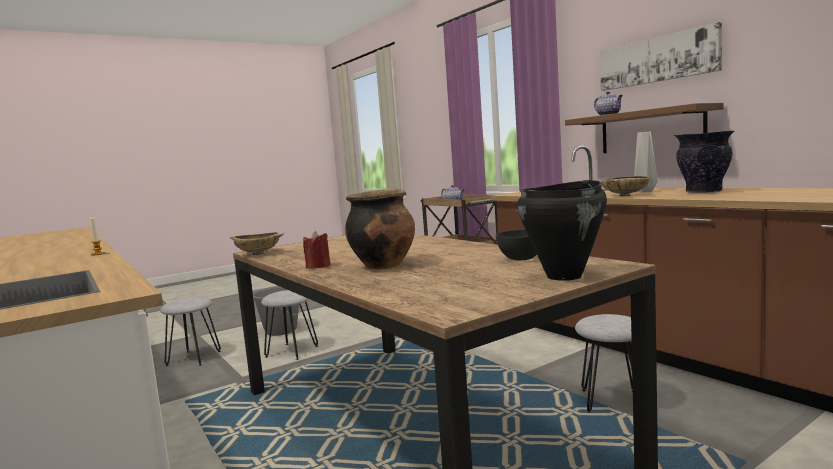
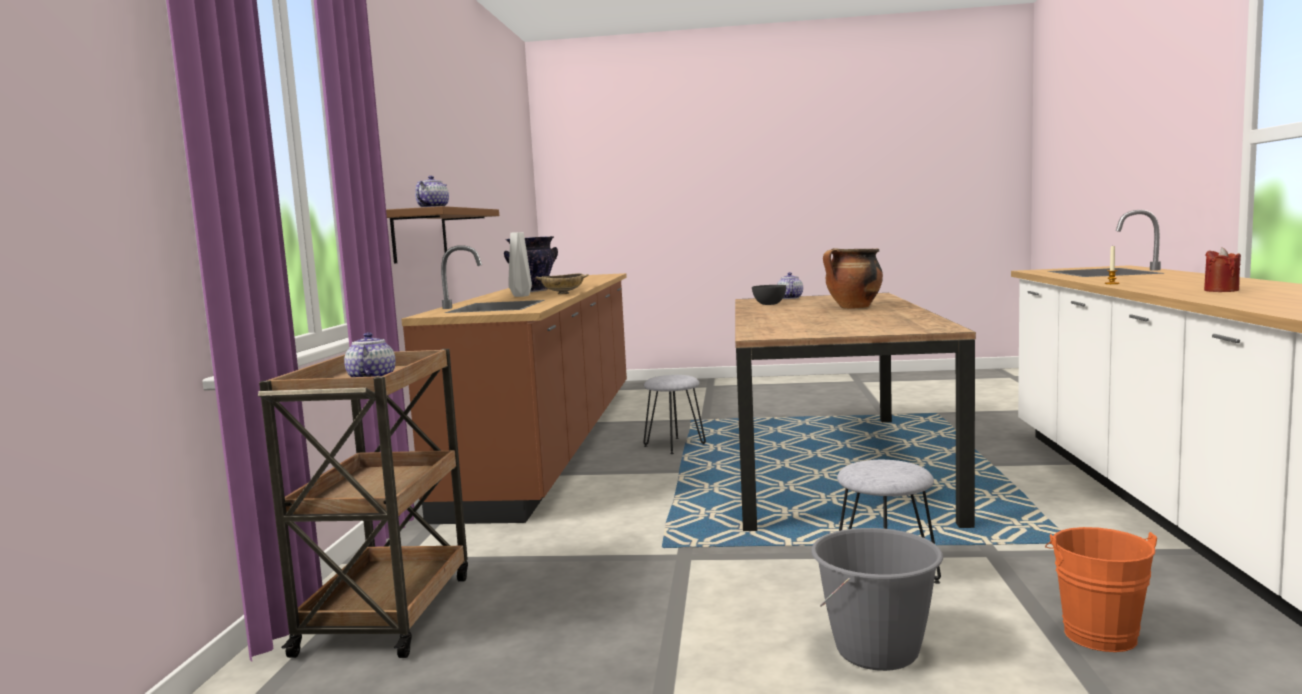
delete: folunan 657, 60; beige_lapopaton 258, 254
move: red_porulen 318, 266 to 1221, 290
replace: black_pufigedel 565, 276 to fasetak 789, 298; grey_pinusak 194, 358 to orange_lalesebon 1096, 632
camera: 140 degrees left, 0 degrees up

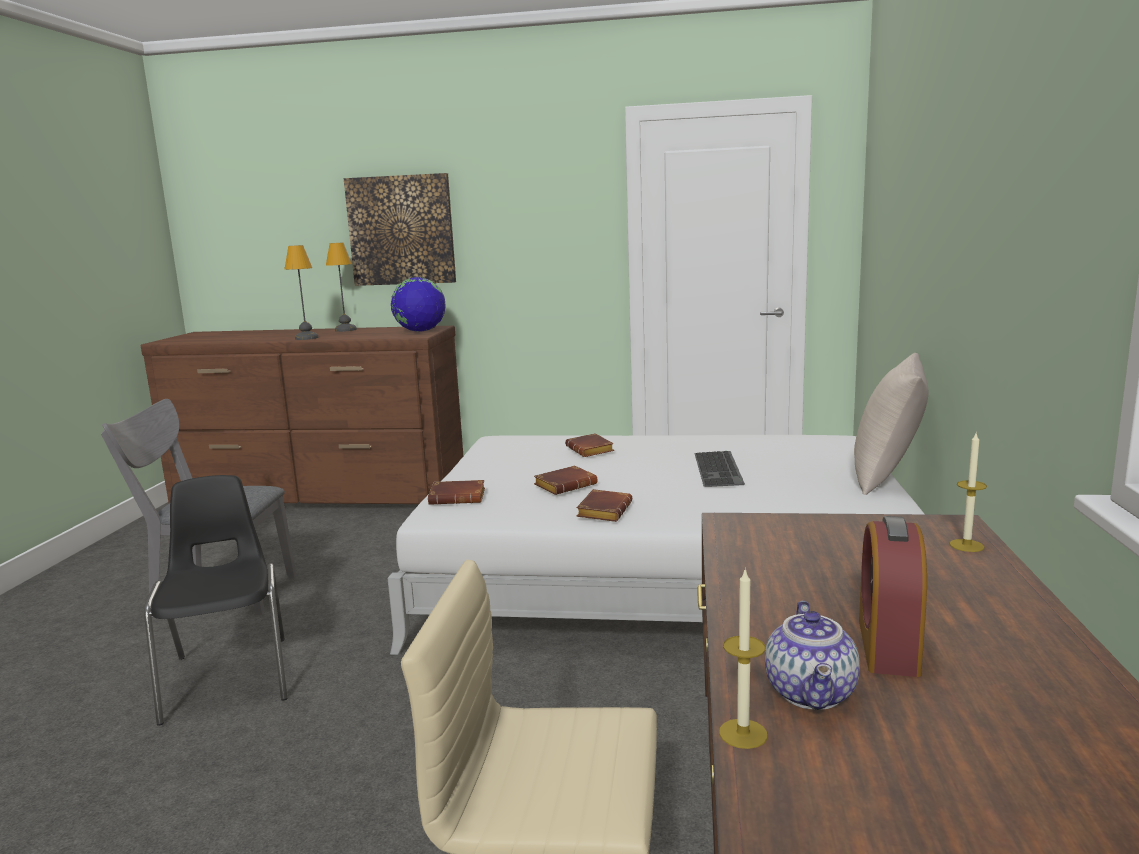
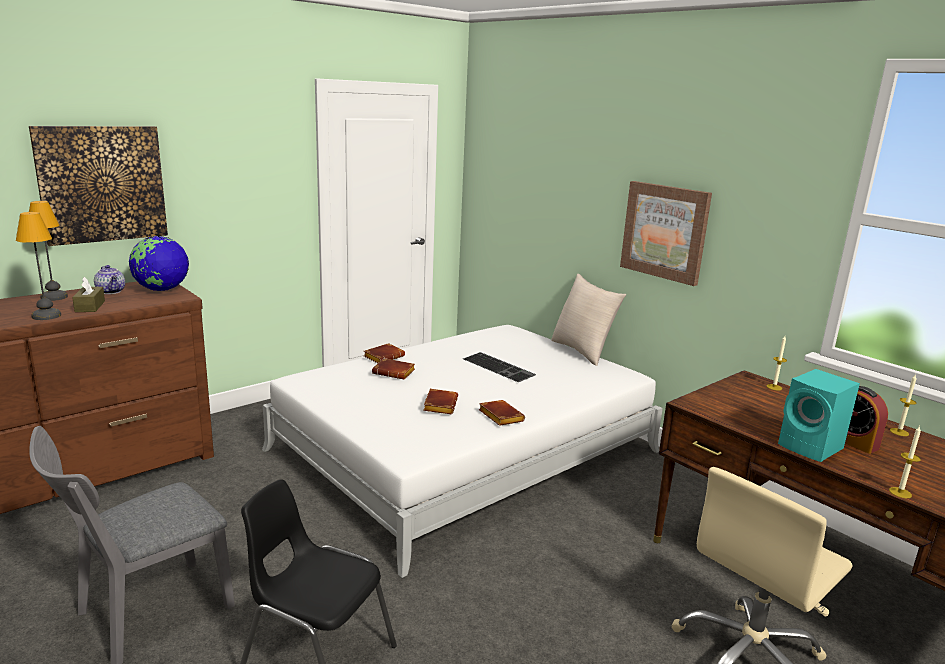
insert: folunan 665, 231; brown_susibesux 90, 306; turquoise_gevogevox 812, 448; porulen 899, 432
move: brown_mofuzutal 459, 497 to 384, 356; fasetak 813, 694 to 111, 291
camera: 50 degrees left, 5 degrees up

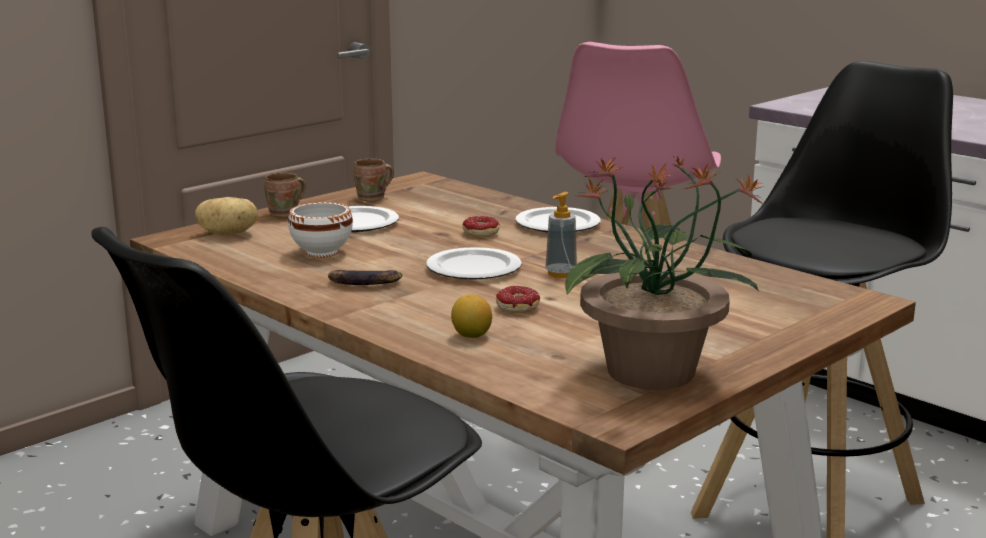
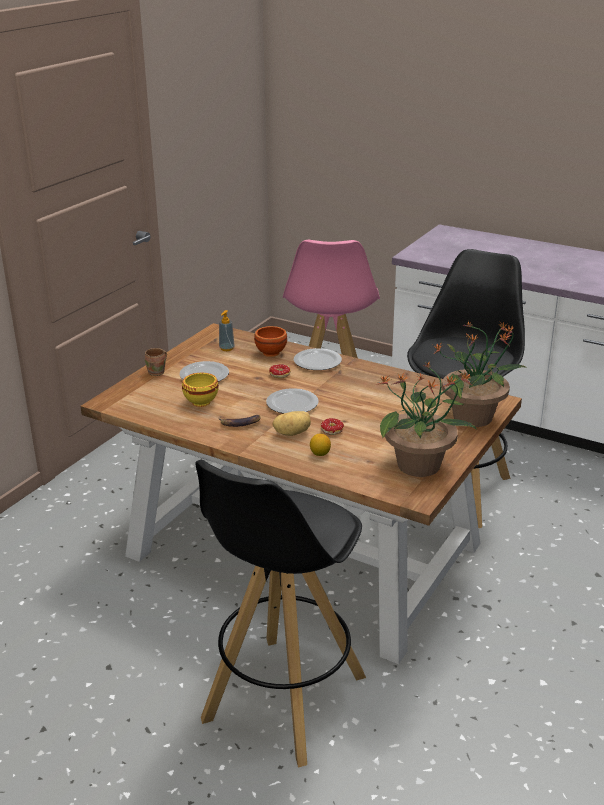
delete: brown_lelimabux 373, 198
insert: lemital 474, 417; brown_lapopaton 270, 352
move: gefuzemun 560, 273 to 226, 348; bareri 228, 233 to 292, 433
recolor: white_lapopaton 323, 253 to yellow_lapopaton 202, 402
camera: 15 degrees left, 10 degrees up

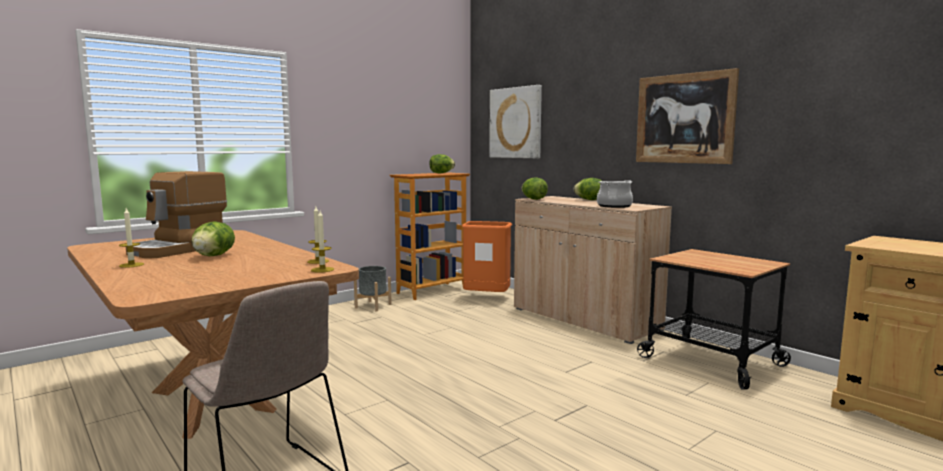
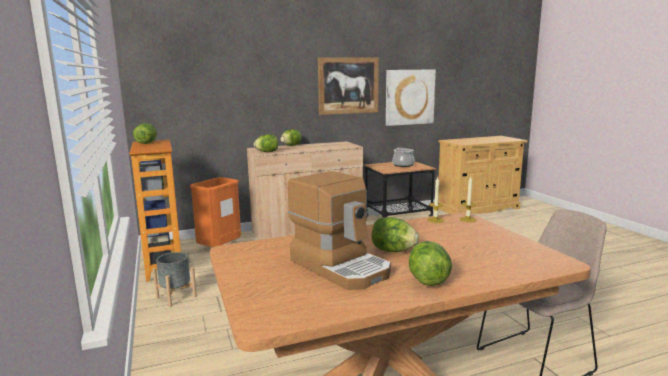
move: folunan 515, 123 to 409, 97; pufigedel 614, 206 to 403, 165
replace: porulen 131, 265 to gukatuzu 428, 280
camera: 70 degrees left, 5 degrees up

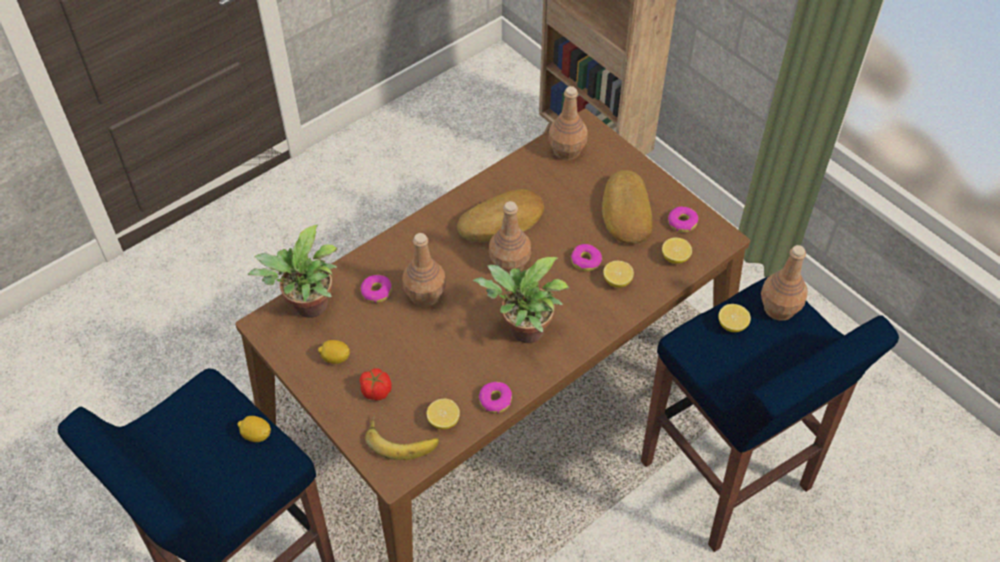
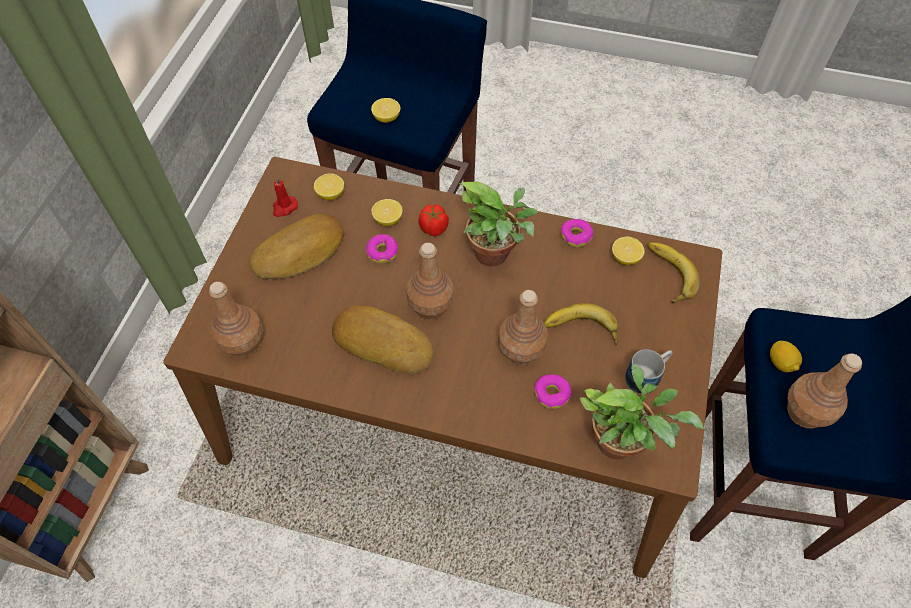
insert: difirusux 581, 331
move: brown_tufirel 778, 308 to 805, 412; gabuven 376, 391 to 433, 228
replace: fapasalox 682, 222 to red_porulen 284, 207; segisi 335, 358 to lelimabux 647, 376
camera: 125 degrees left, 5 degrees up

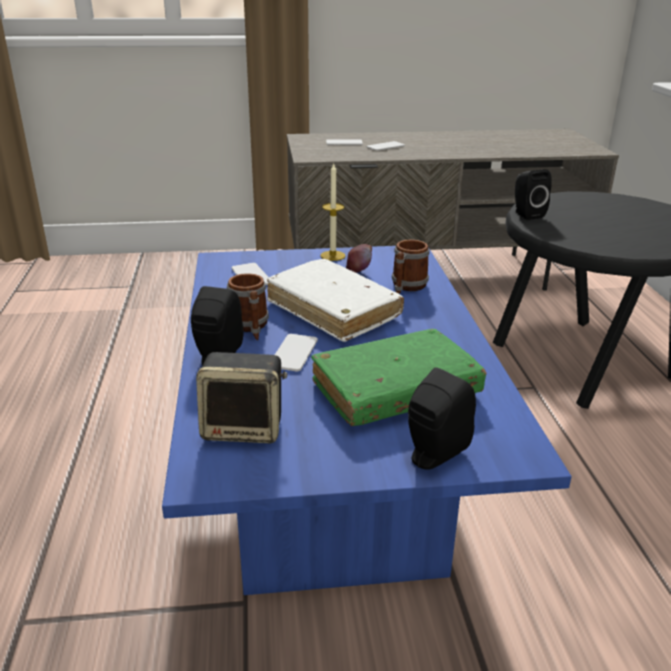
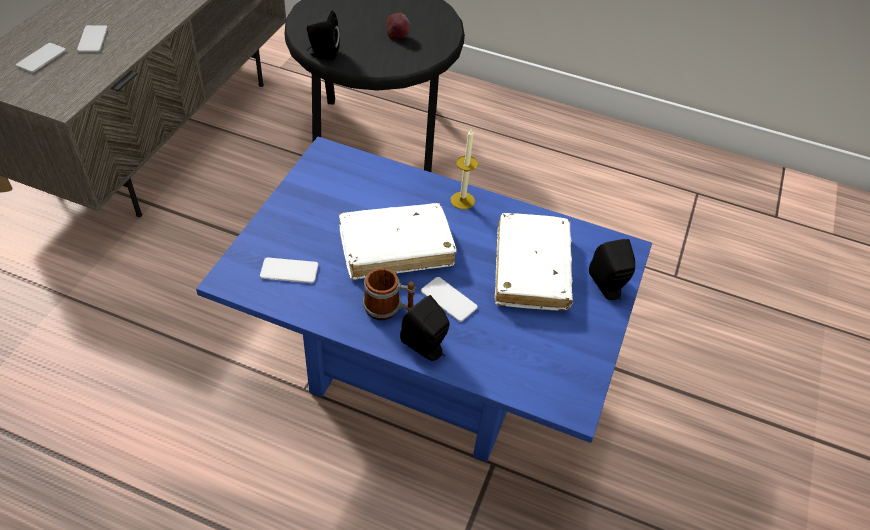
delete: lelimabux 406, 287; gevogevox 245, 428
move: porulen 332, 256 to 462, 200; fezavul 358, 271 to 398, 35
recolor: green_mofuzutal 395, 390 to white_mofuzutal 531, 269
camera: 65 degrees left, 20 degrees up

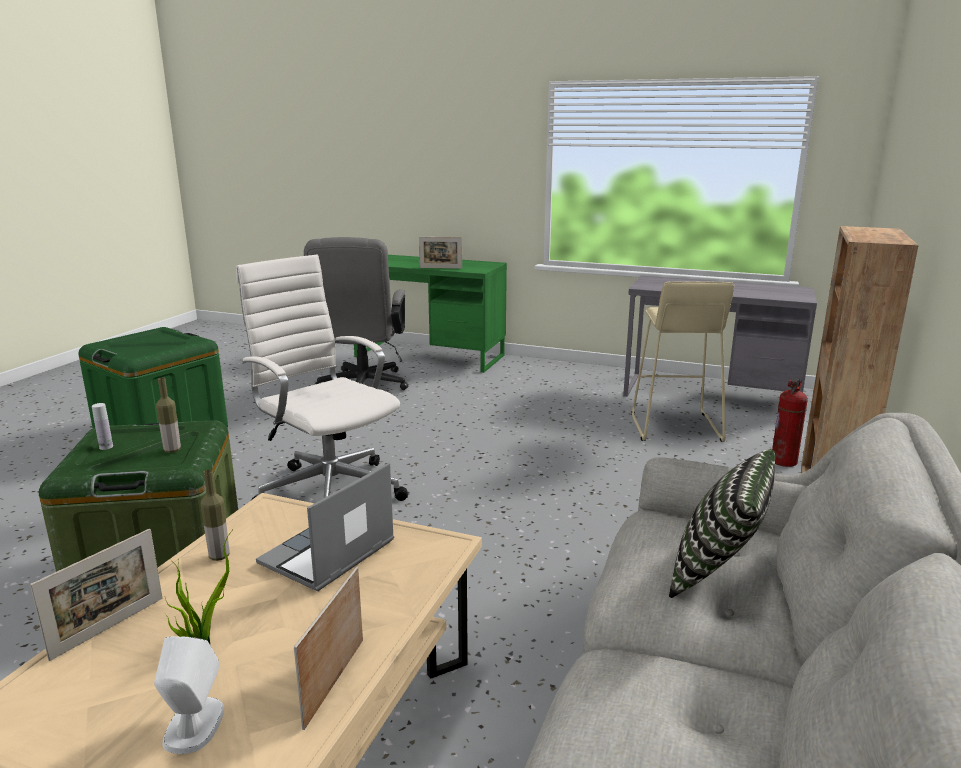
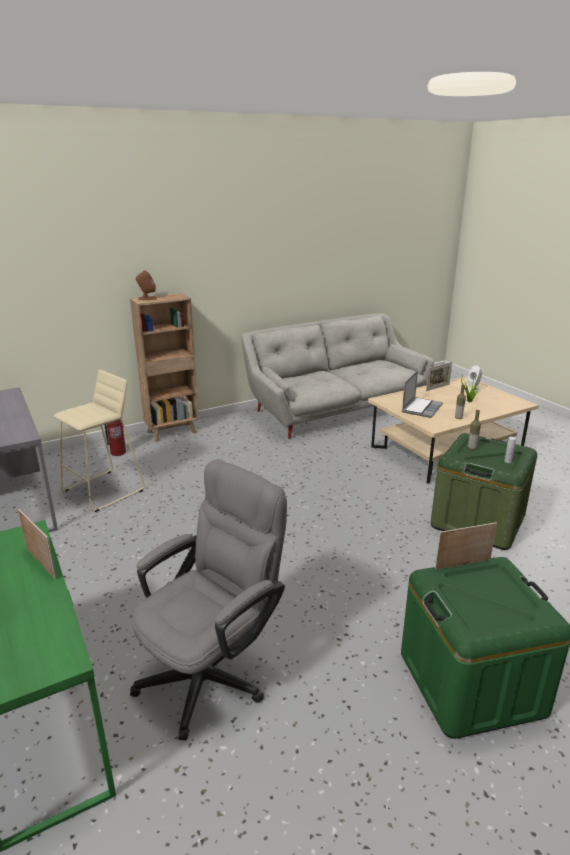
delete: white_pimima 329, 490; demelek 718, 571
insert: brown_gevogevox 147, 298
move: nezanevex 109, 627 to 463, 564
rotate: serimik 328, 554 = 421, 408 45 degrees counterclockwise
camera: 140 degrees left, 5 degrees up

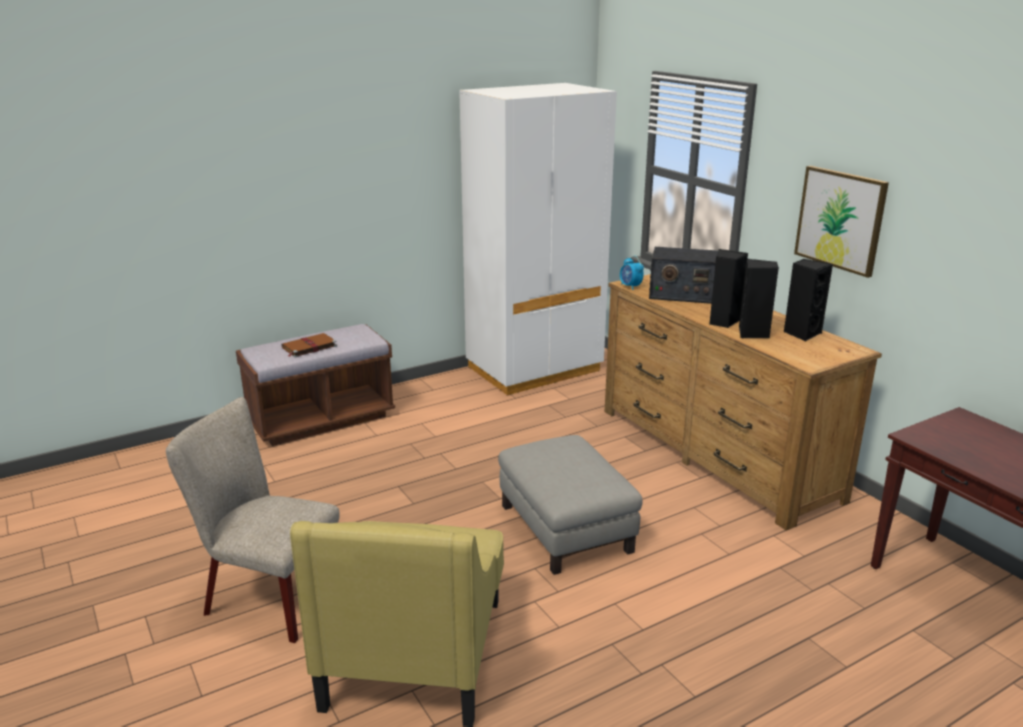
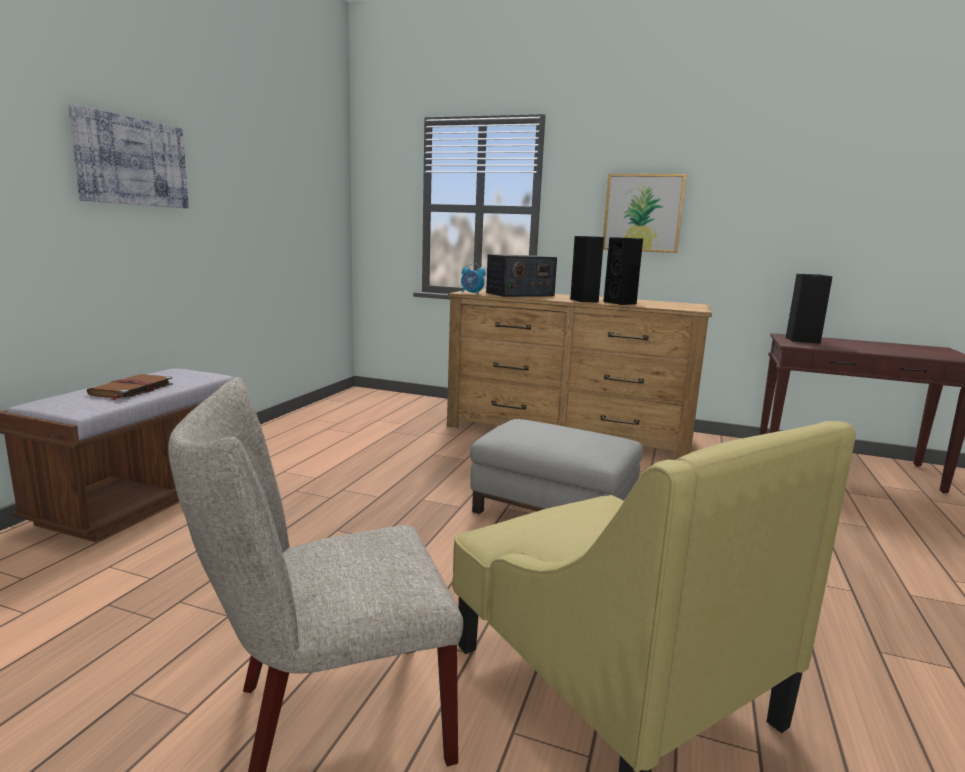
delete: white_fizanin 534, 369
insert: folunan 132, 161
move: black_gevogevox 801, 333 to 802, 340
camera: 40 degrees left, 10 degrees down

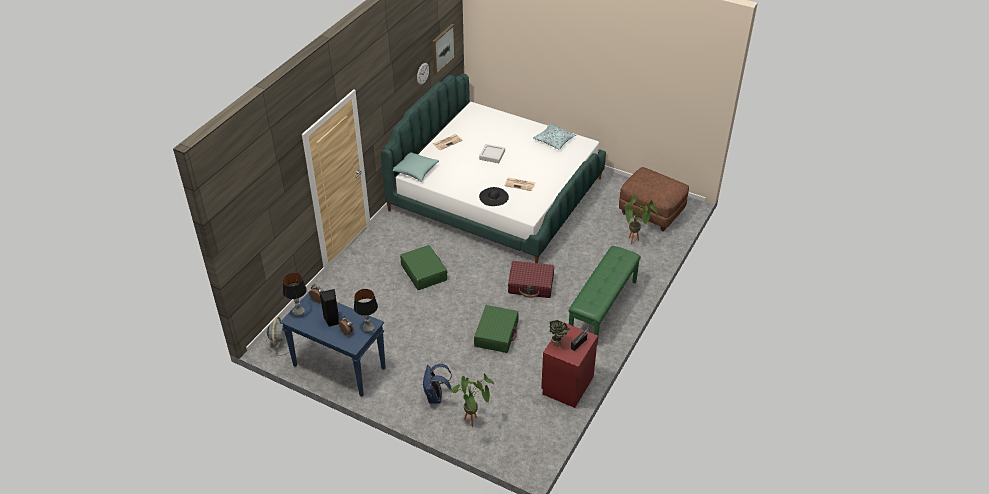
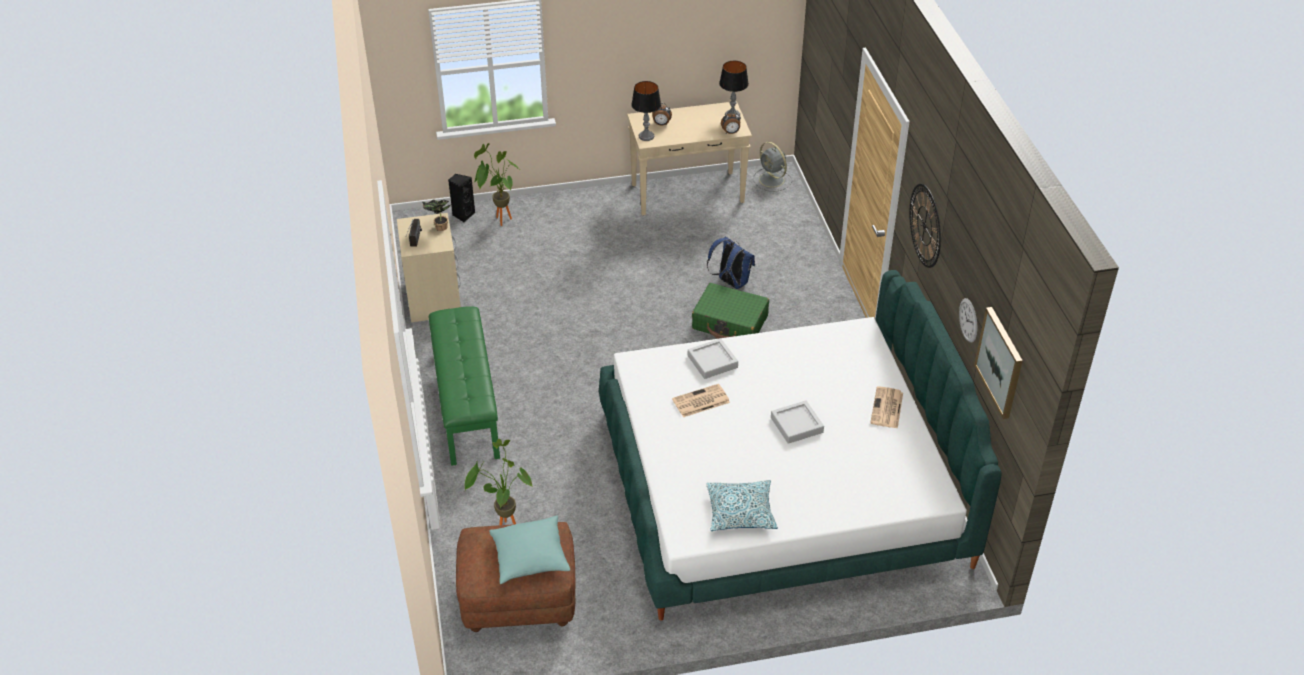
delete: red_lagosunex 531, 285; green_lagosunex 496, 334
insert: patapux 925, 225
move: turquoise_demelek 415, 171 to 530, 557; black_gevogevox 332, 320 to 463, 215; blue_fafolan 436, 397 to 731, 282
replace: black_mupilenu 493, 197 to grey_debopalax 712, 361
recolor: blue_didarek 338, 367 to beige_didarek 688, 193; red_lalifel 567, 385 to beige_lalifel 434, 299
camera: 140 degrees right, 0 degrees up

